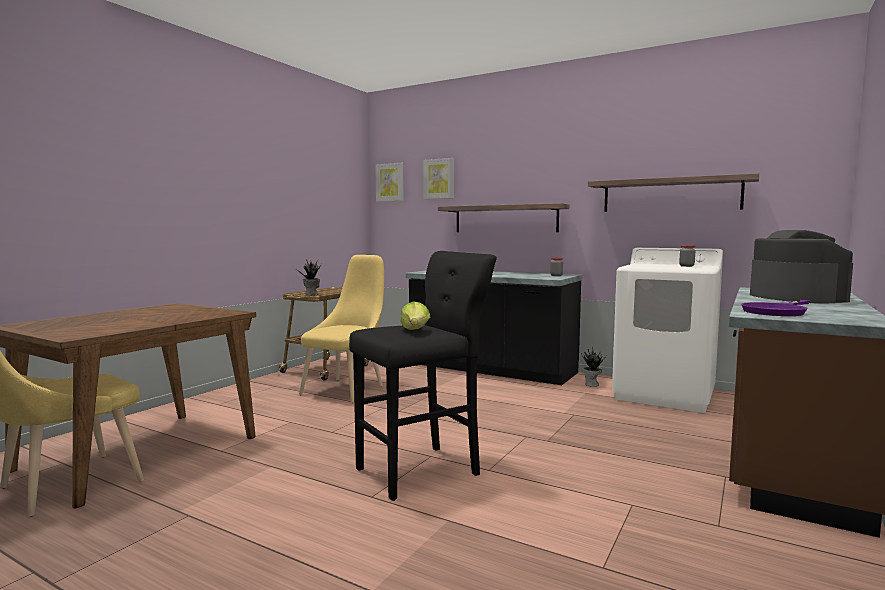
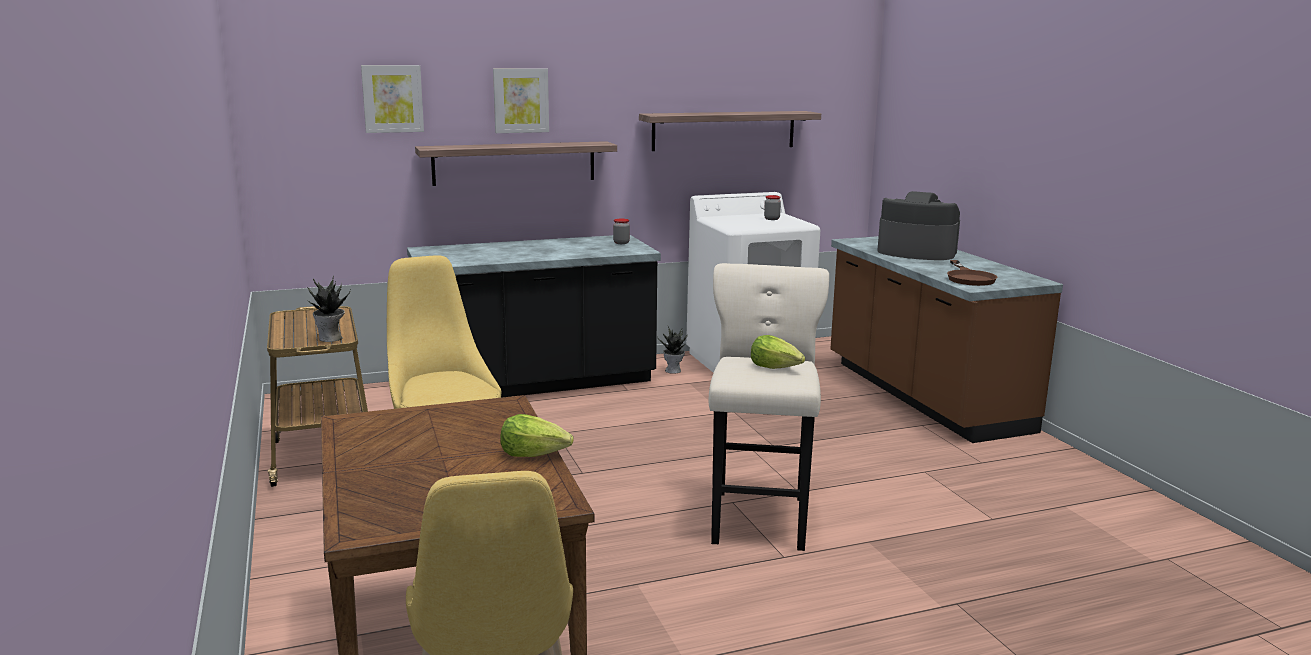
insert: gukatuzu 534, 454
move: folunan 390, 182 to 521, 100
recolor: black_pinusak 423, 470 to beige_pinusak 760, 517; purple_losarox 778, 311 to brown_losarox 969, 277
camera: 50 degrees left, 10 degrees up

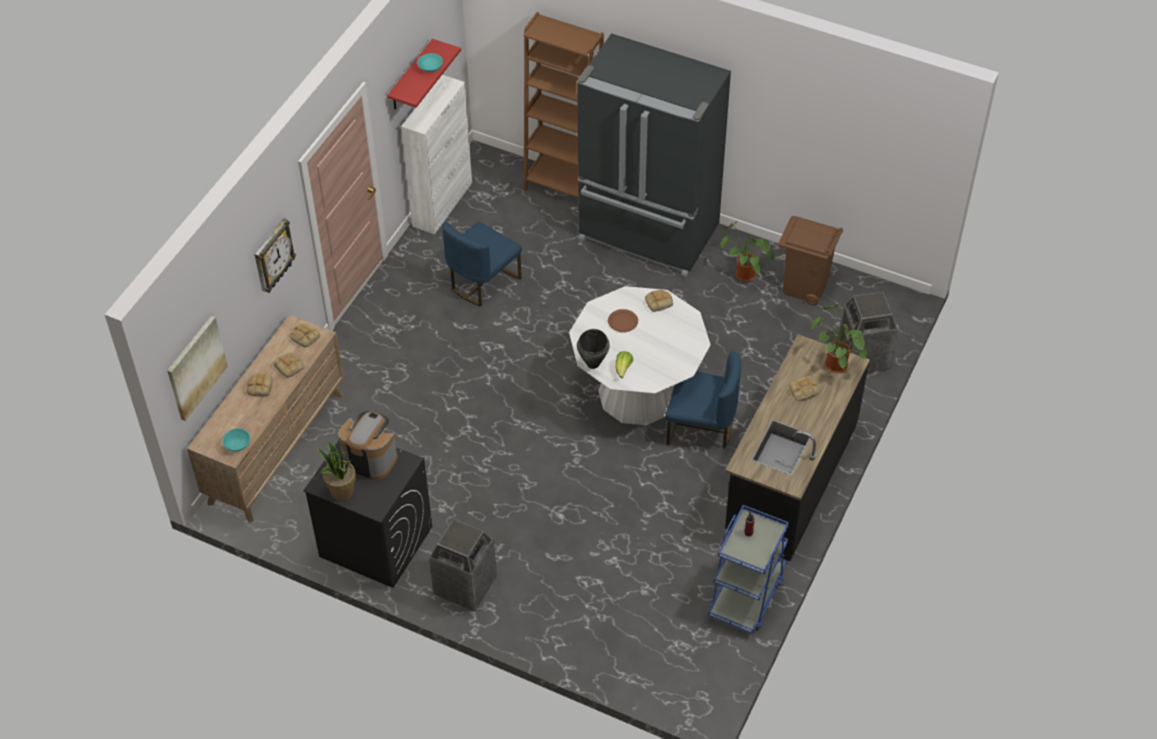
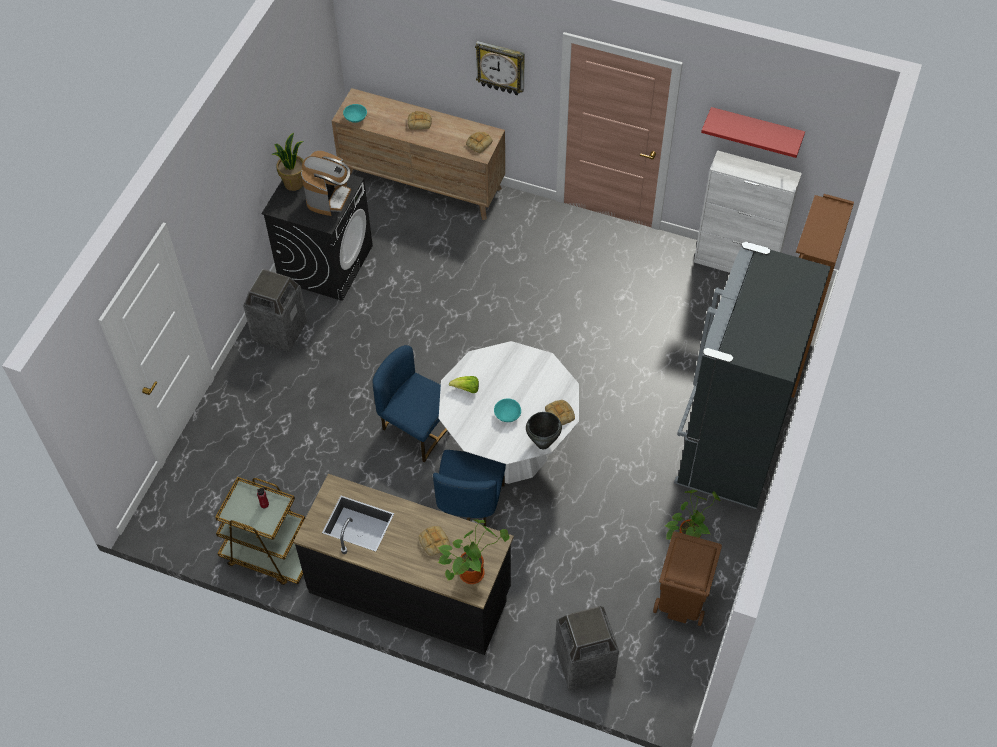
delete: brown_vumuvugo 622, 322; folunan 196, 367; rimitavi 290, 366
move: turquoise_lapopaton 430, 68 to 507, 415; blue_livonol 483, 282 to 417, 428; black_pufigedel 593, 363 to 543, 443
recolor: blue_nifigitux 746, 595 to brown_nifigitux 269, 554
camera: 85 degrees right, 5 degrees up

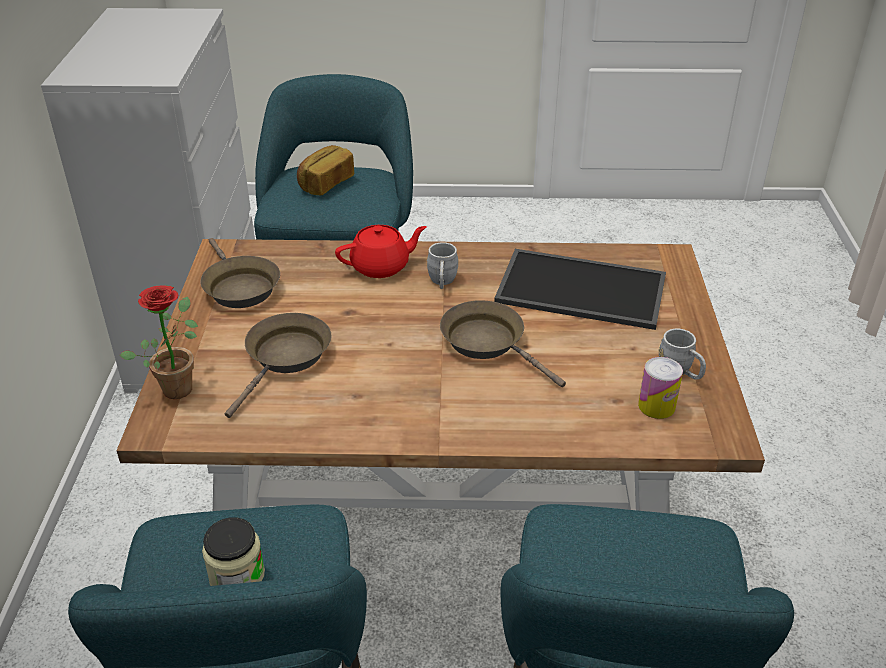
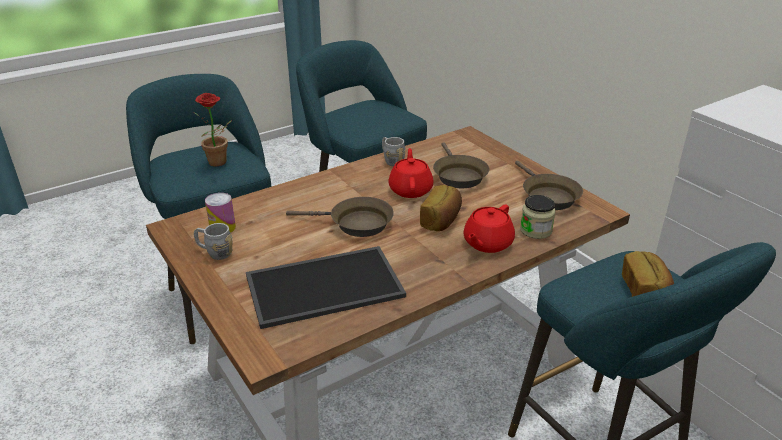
insert: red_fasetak 411, 189; rimitavi 441, 220
move: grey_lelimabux 442, 282 to 391, 160; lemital 178, 385 to 219, 163; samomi 237, 575 to 536, 230
rotate: brown_losarox 239, 287 = 547, 196 135 degrees counterclockwise
camera: 145 degrees right, 5 degrees down

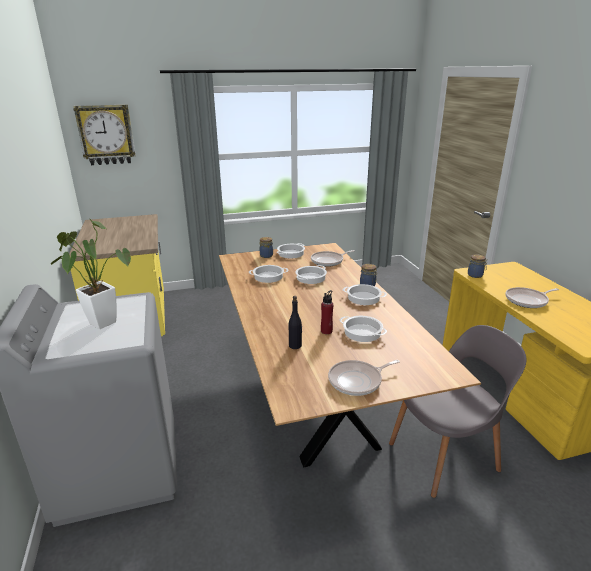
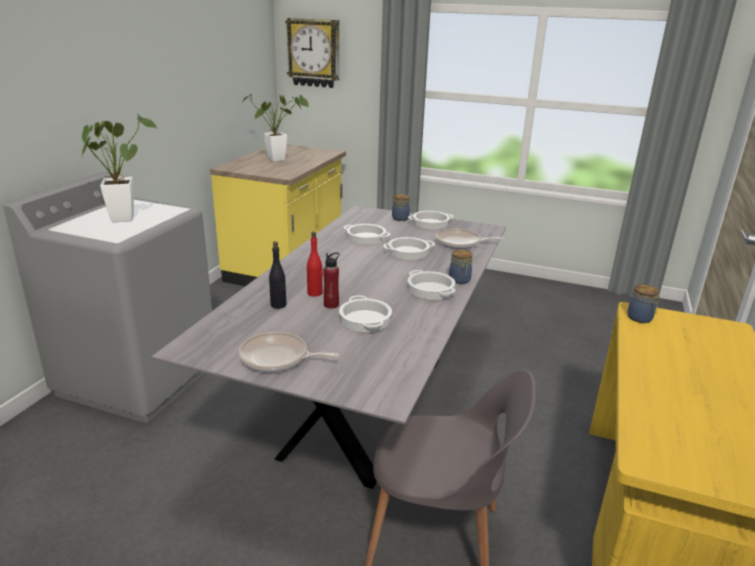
delete: losarox 528, 300
insert: lemital 280, 159; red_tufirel 315, 293
recolor: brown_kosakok 314, 397 to grey_kosakok 367, 403
camera: 35 degrees right, 0 degrees up

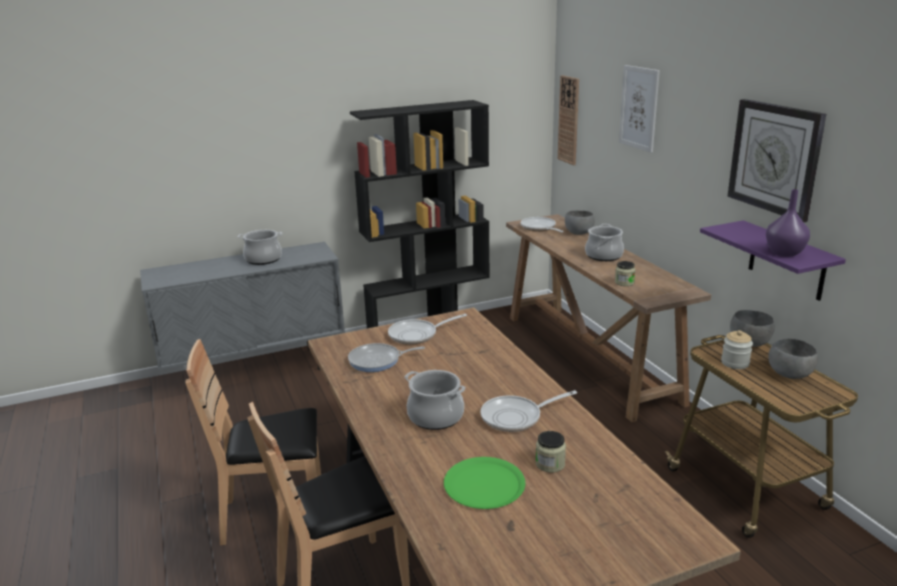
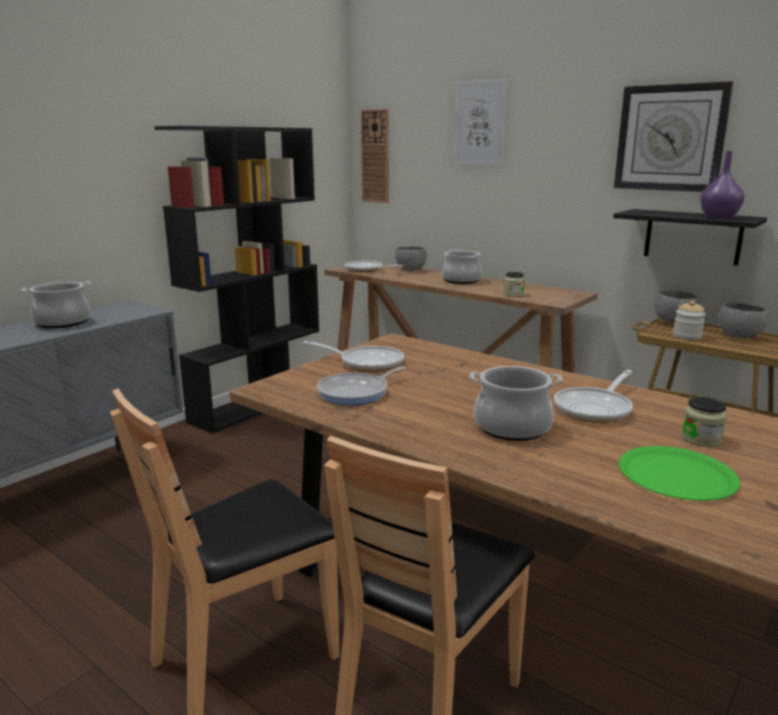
recolor: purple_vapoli 787, 261 to black_vapoli 692, 236
rotate: losarox 417, 335 = 366, 363 105 degrees counterclockwise
camera: 30 degrees left, 5 degrees down

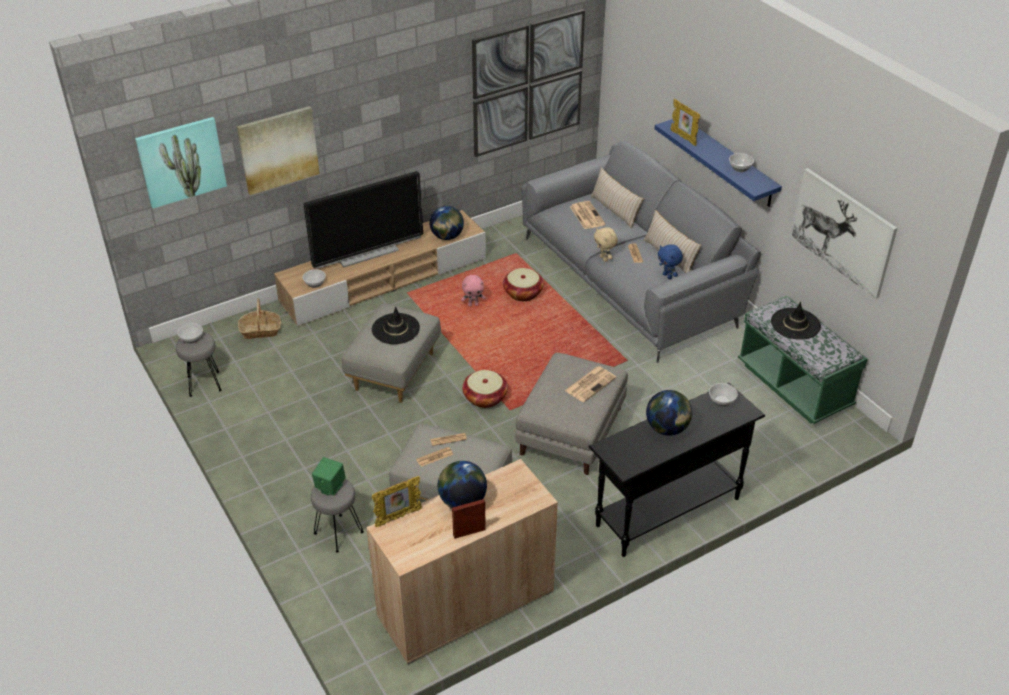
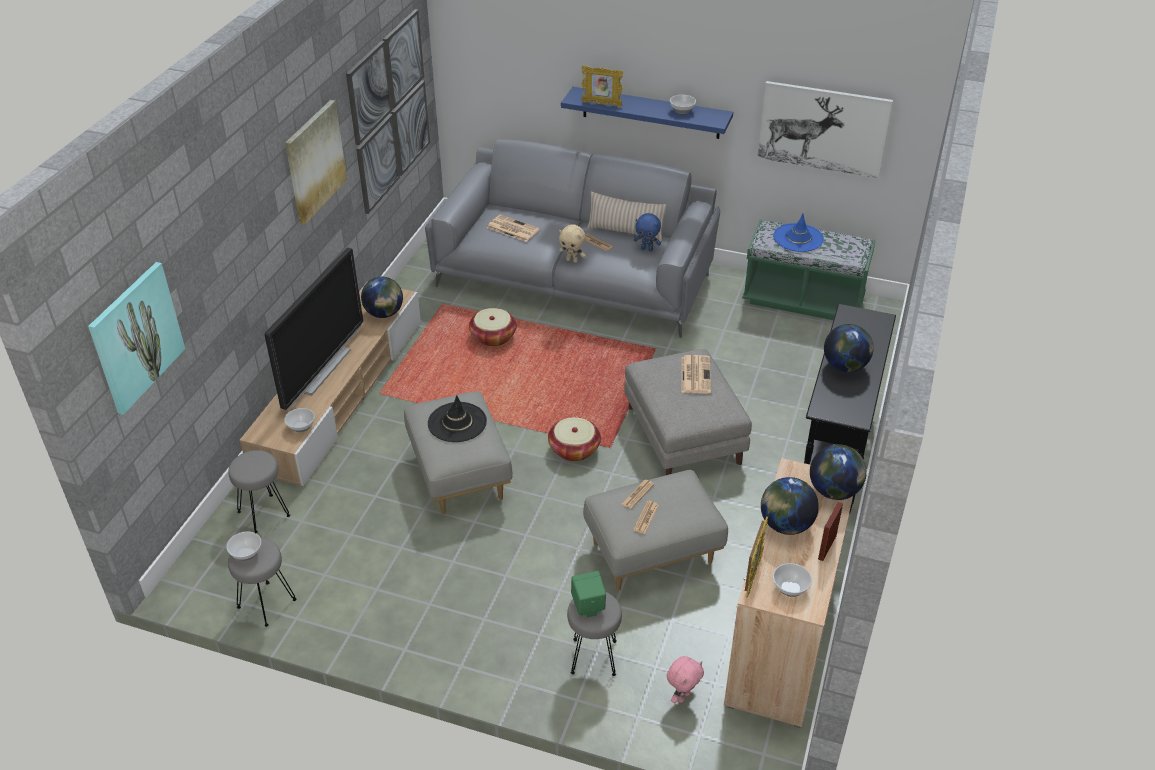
delete: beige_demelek 614, 210
insert: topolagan 834, 491
move: folunan 278, 149 to 315, 161; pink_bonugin 473, 304 to 683, 696; lapopaton 722, 401 to 790, 587
replace: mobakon 260, 330 to grey_pinusak 264, 513
recolor: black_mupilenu 795, 324 to blue_mupilenu 798, 238
camera: 40 degrees left, 0 degrees up

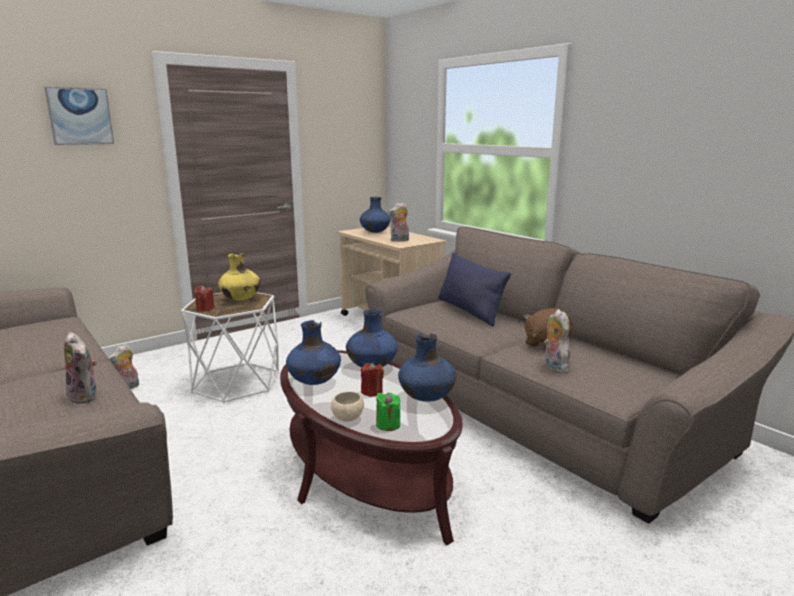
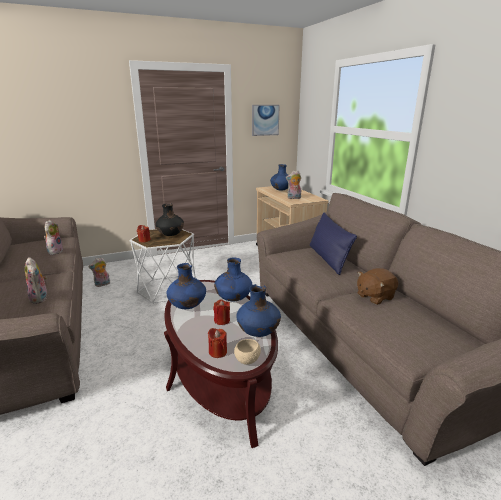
move: folunan 80, 116 to 265, 120; bonugin 554, 366 to 55, 251; beige_lapopaton 347, 418 to 247, 360
recolor: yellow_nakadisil 241, 299 to black_nakadisil 171, 235; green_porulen 388, 424 to red_porulen 217, 352
camera: 15 degrees right, 5 degrees up

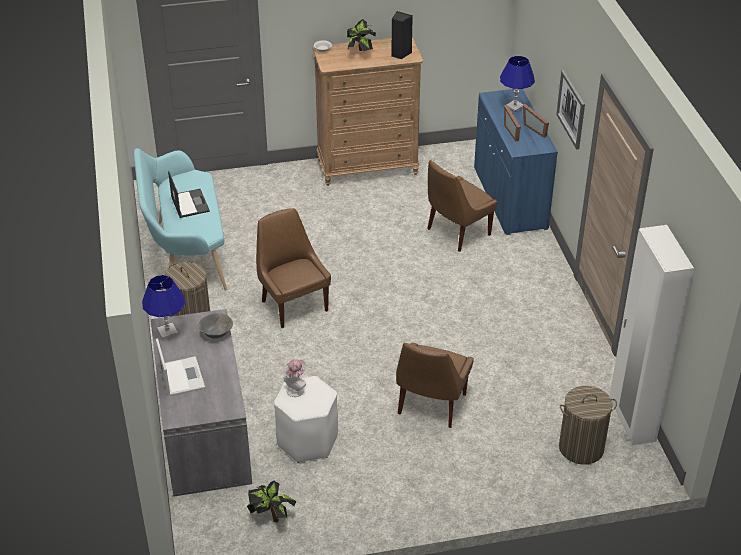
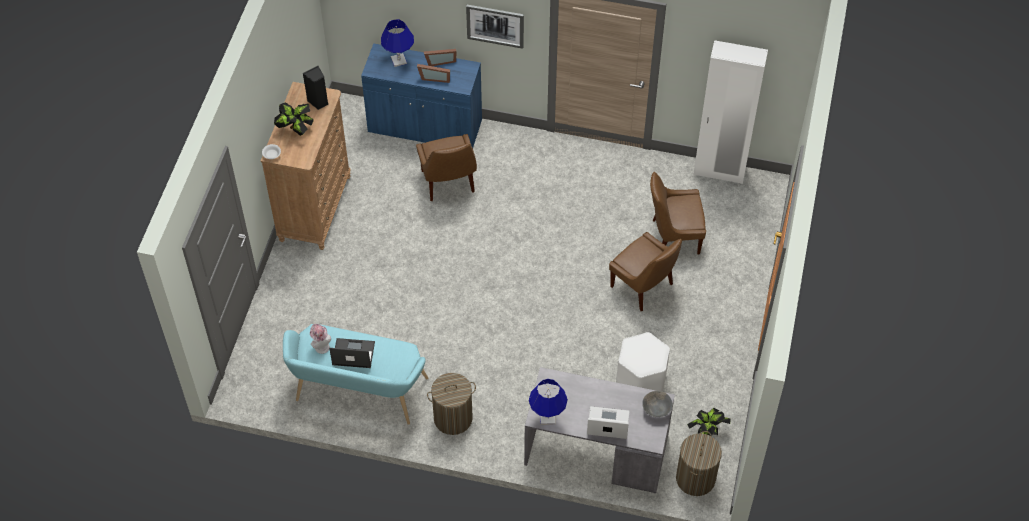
move: brown_livonol 293, 304 to 673, 237; grey_lapopaton 216, 333 to 657, 409; mupilenu 296, 389 to 321, 345; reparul 581, 448 to 695, 478
camera: 65 degrees left, 15 degrees up

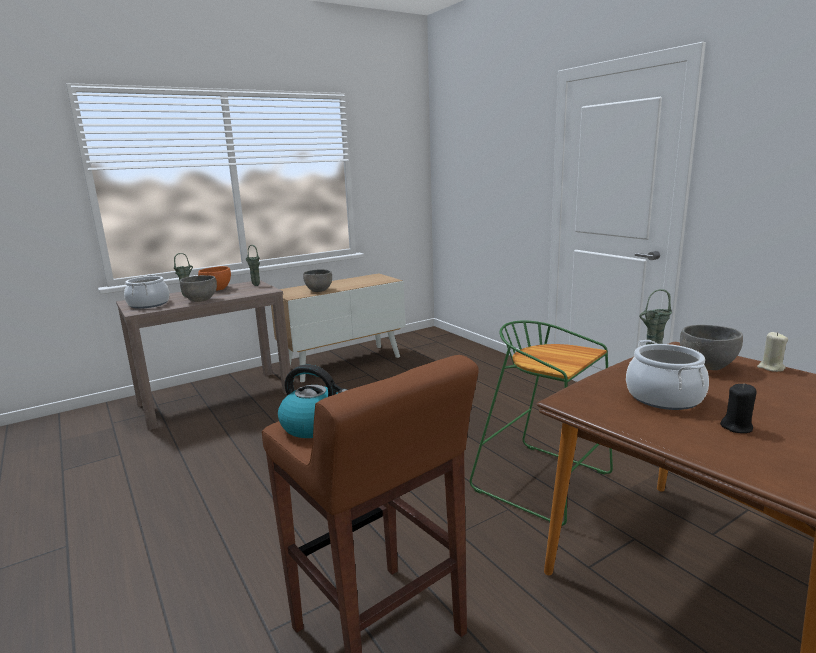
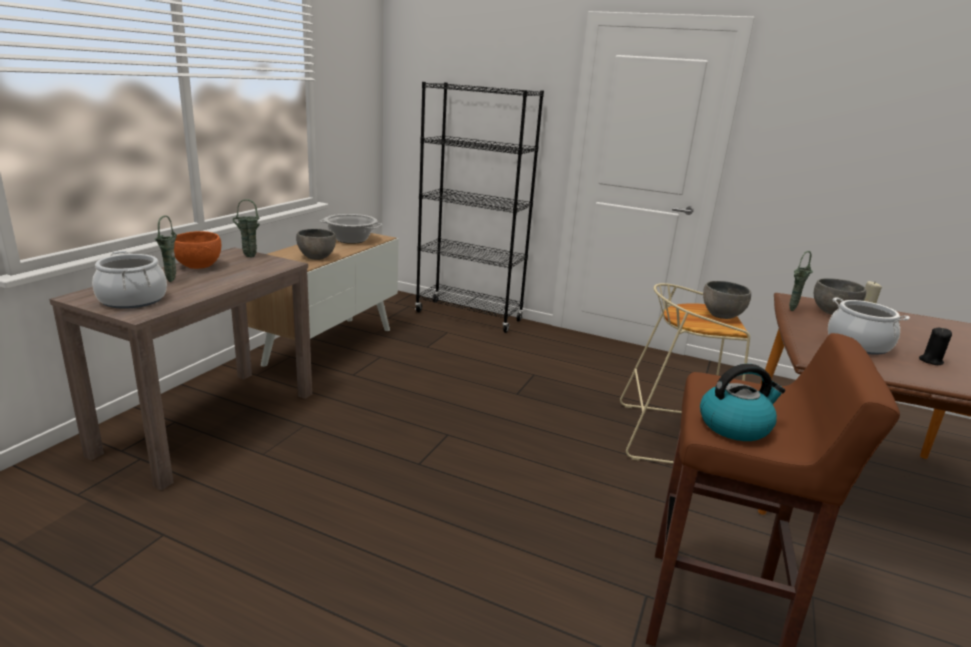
insert: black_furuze 469, 316; pufigedel 351, 240
move: grey_lapopaton 200, 300 to 722, 315
recolor: green_pinusak 544, 482 to beige_pinusak 673, 436
camera: 35 degrees left, 5 degrees up

